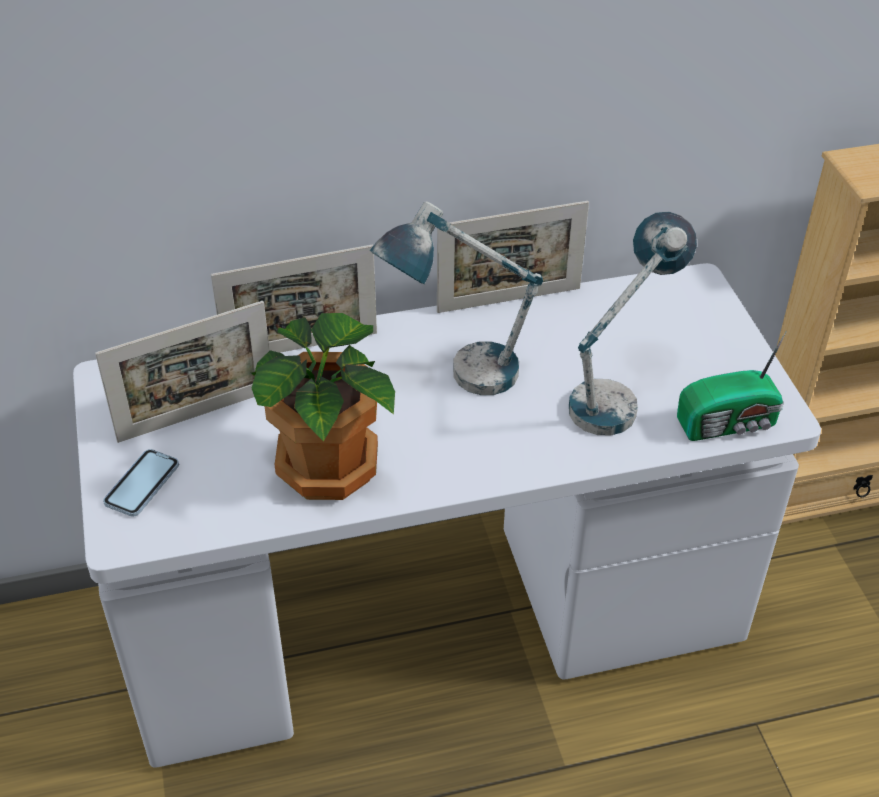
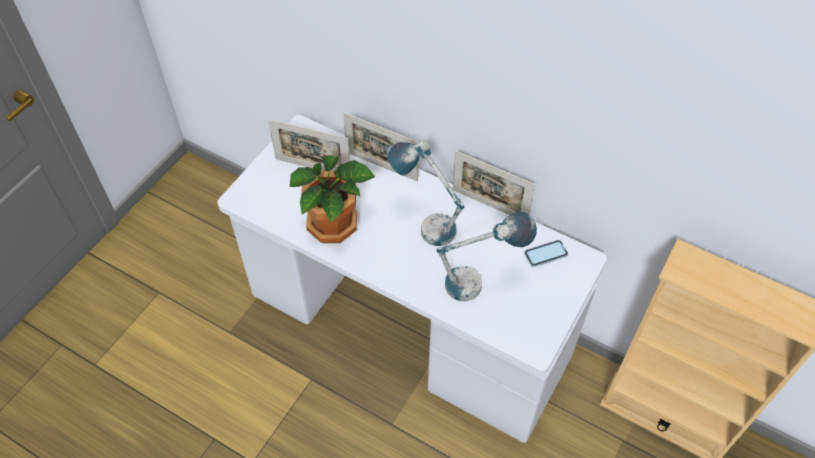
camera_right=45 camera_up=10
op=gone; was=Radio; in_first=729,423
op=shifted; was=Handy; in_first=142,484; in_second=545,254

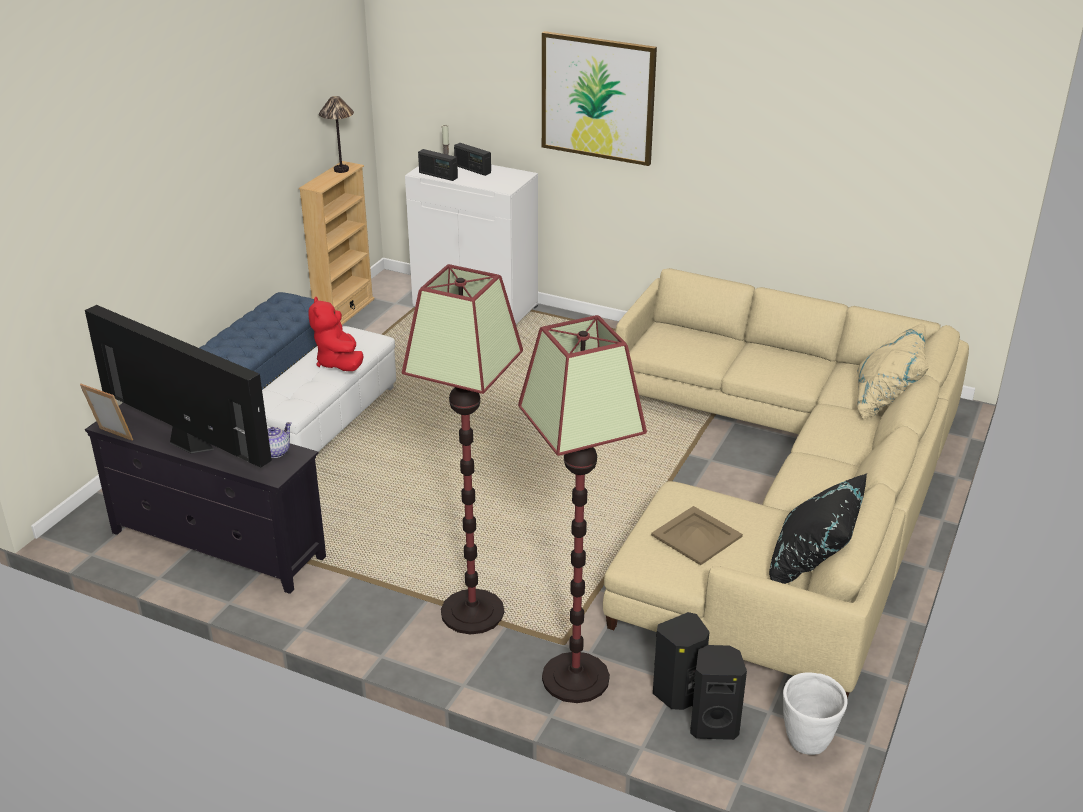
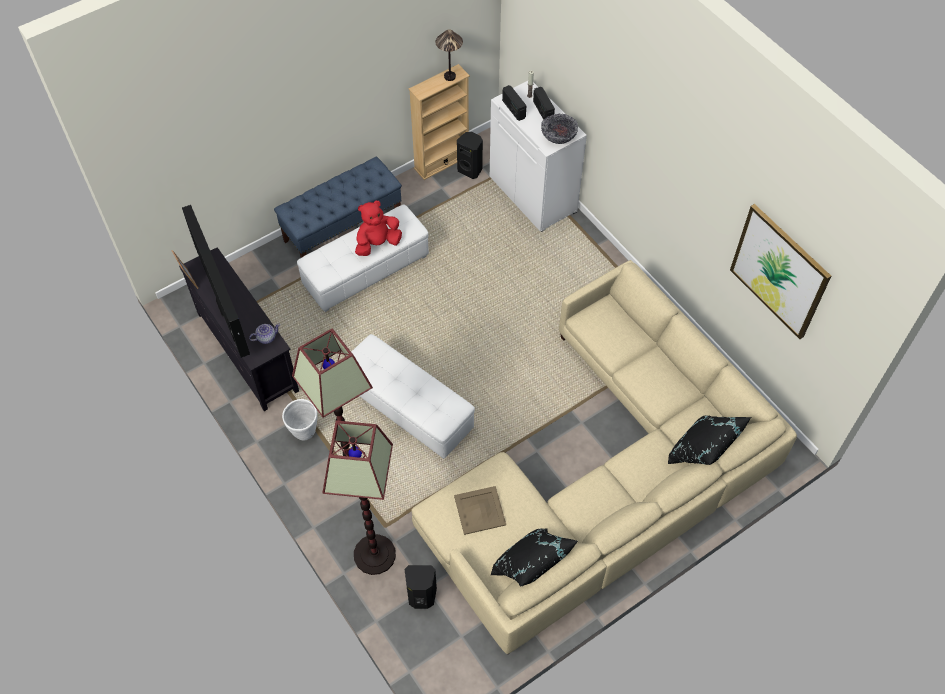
camera_right=30 camera_up=25
op=shifted; was=Bild; in_first=598,98; in_second=779,271
op=rotated; was=Plüschtier (rot); in_first=339,363; in_second=377,243; clockwise=45
op=repainted; was=Kissen (beige); now=Kissen (schwarz); in_first=885,400; in_second=702,452
op=shifted; was=Lautsprecher (schwarz); in_first=713,725; in_second=470,169
op=shifted; was=Pflanzkübel (weiß); in_first=807,743; in_second=304,432
op=new; now=Schüssel; in_second=558,137
op=new; now=Polsterhocker (weiß); in_second=407,408

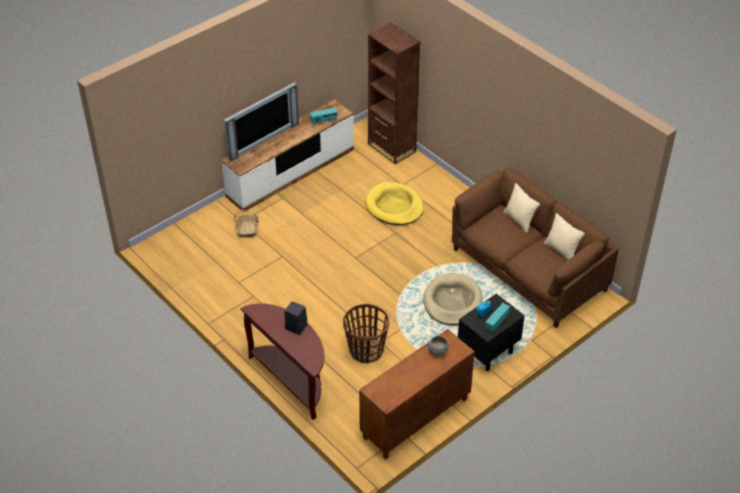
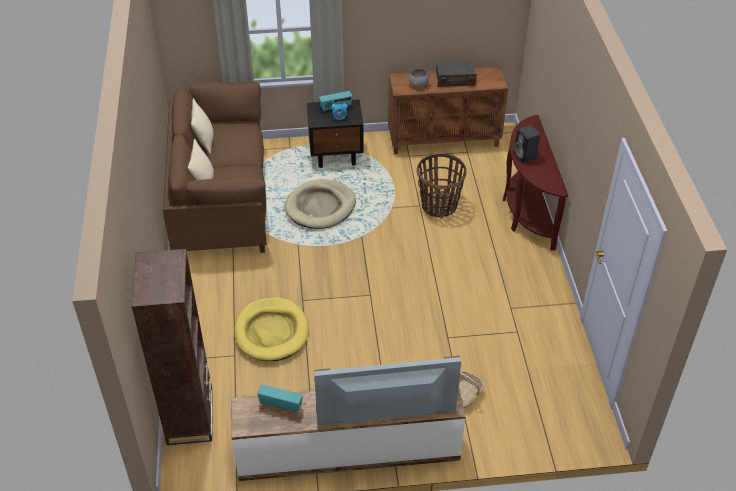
camera_right=-145 camera_up=0
op=new; now=Radio; in_second=455,79

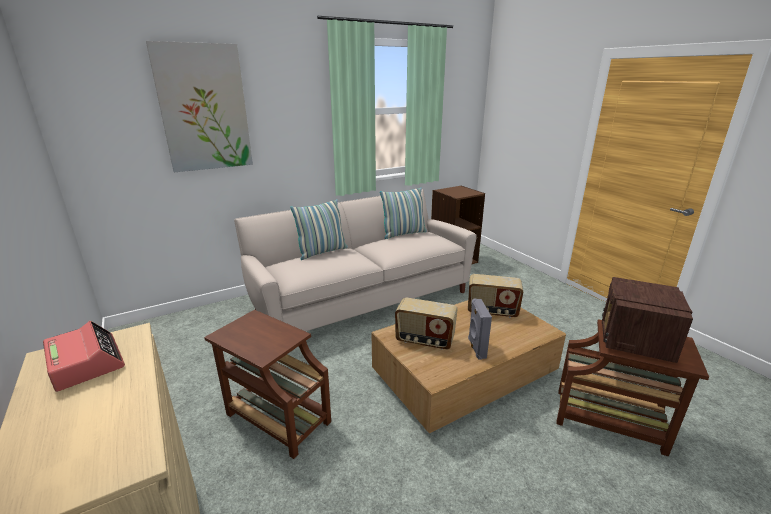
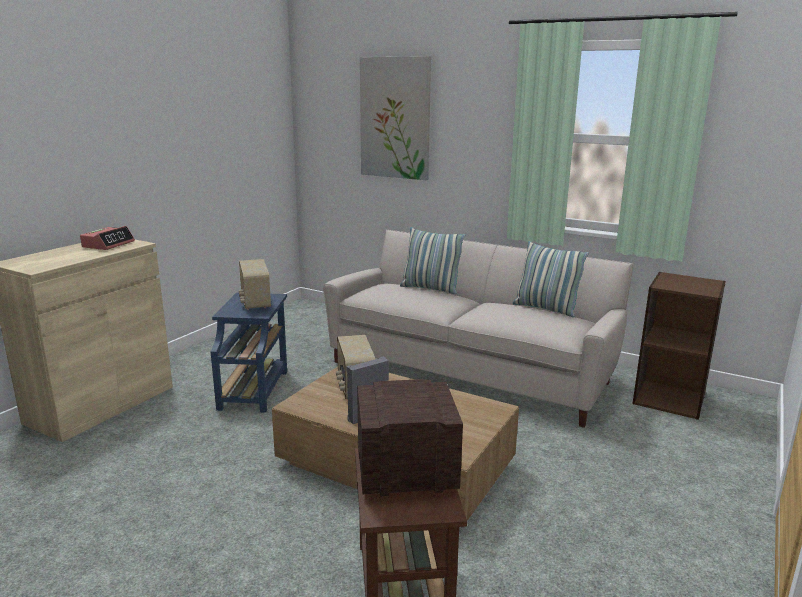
camera_right=60 camera_up=-5
op=shifted; was=Radio; in_first=492,311; in_second=255,302
op=repainted; was=Beistelltisch (braun); now=Beistelltisch (blau); in_first=276,417; in_second=254,389

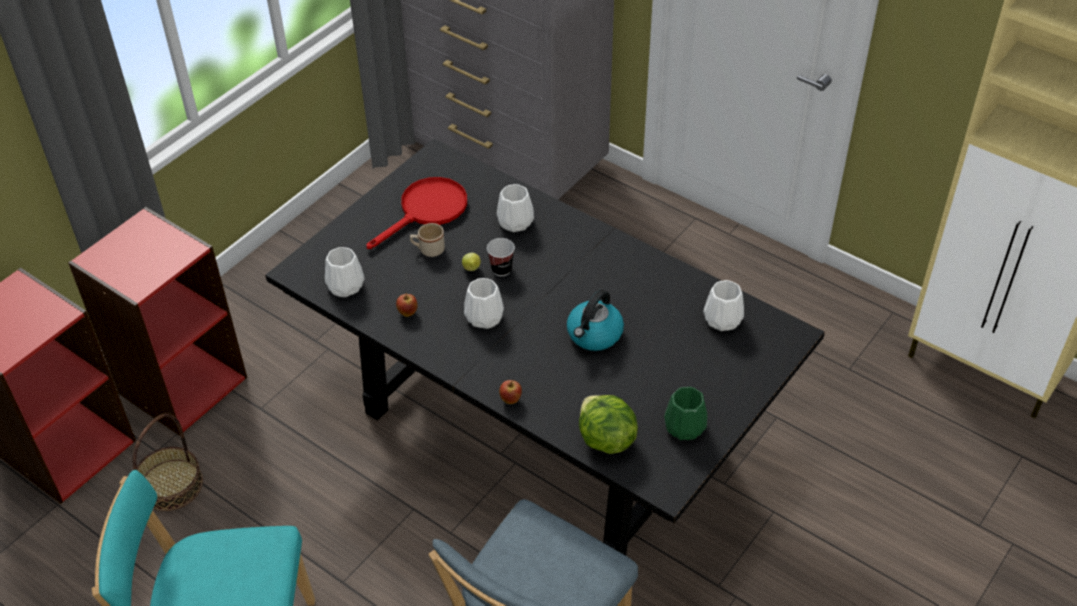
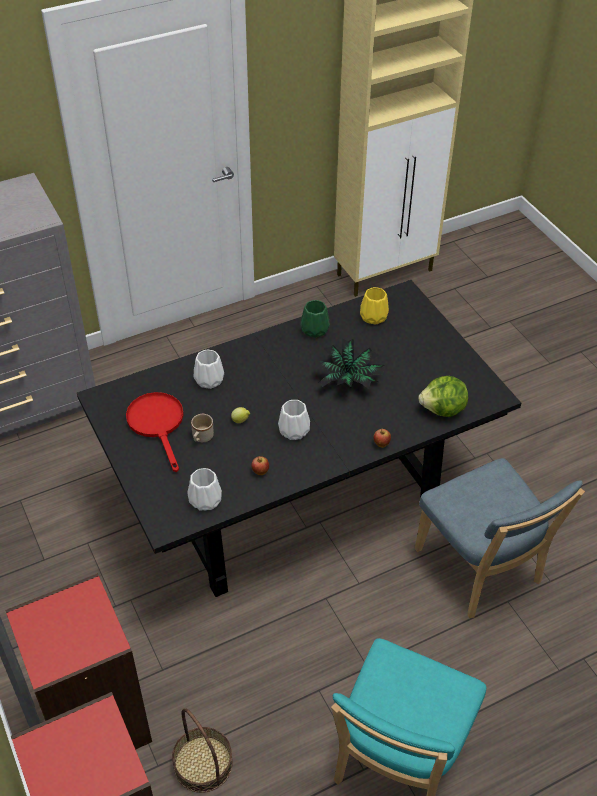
camera_right=-65 camera_up=0
op=gone; was=Tasse; in_first=501,269
op=repainted; was=Vase (weiß); now=Vase (gelb); in_first=721,320; in_second=373,317
op=swapped; was=Wasserkessel; now=Topfpflanze; in_first=594,335; in_second=348,380
op=shifted; was=Vase (grün); in_first=683,427; in_second=314,330

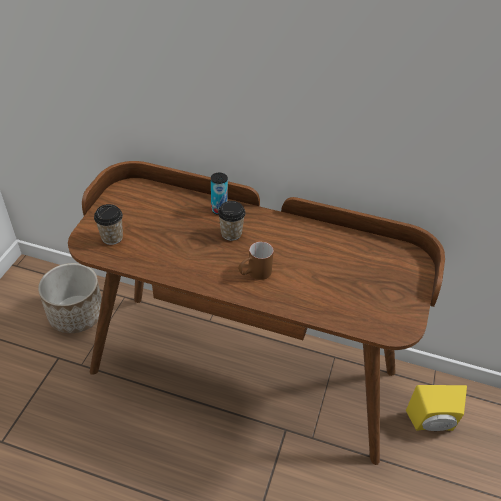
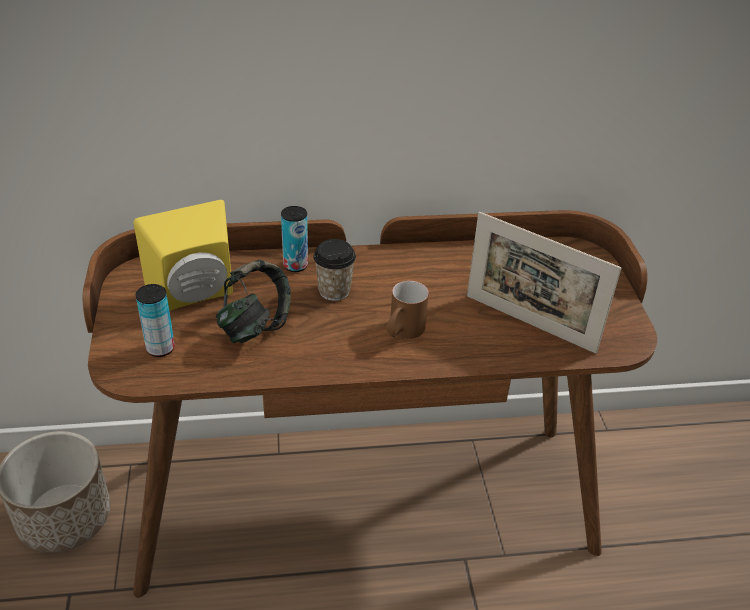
camera_right=-25 camera_up=-5
op=swapped; was=Tasse; now=Dose; in_first=112,237; in_second=160,348
op=shifted; was=Lautsprecher (gelb); in_first=432,424; in_second=196,295
op=new; now=Bilderrahmen; in_second=529,323
op=new; now=Kopfhörer; in_second=255,326

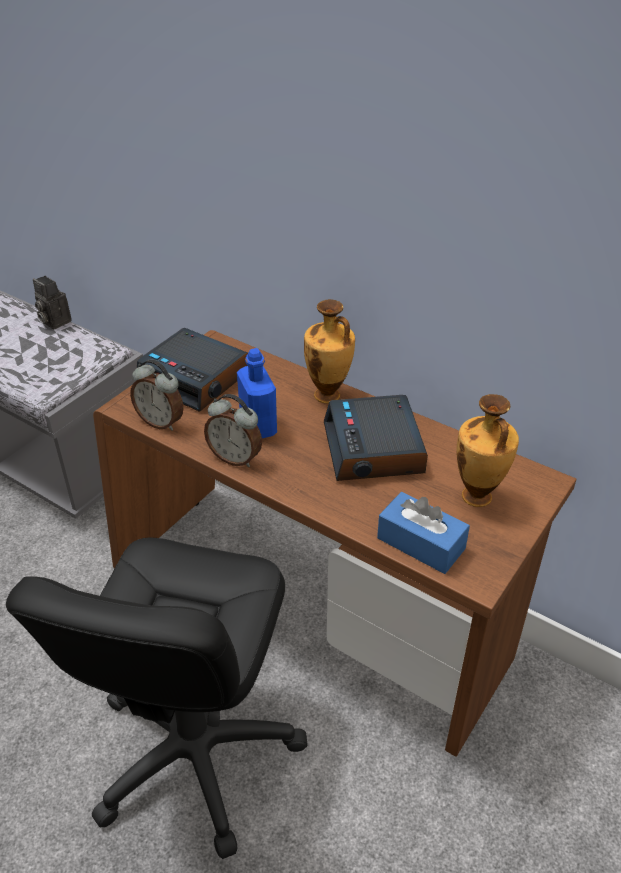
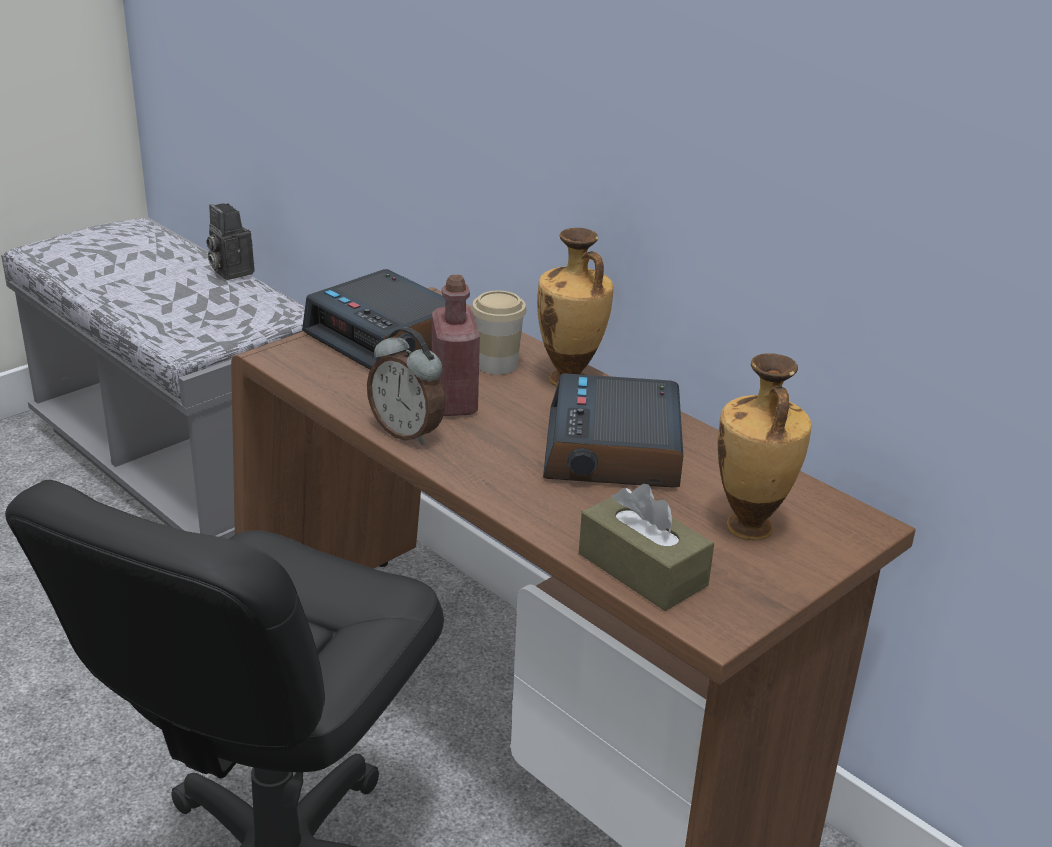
camera_right=10 camera_up=-10
op=repainted; was=Flasche (blau); now=Flasche (rot); in_first=258,427; in_second=454,402
op=gone; was=Wecker; in_first=161,422
op=repainted; was=Taschentuchbox (blau); now=Taschentuchbox (braun); in_first=421,543; in_second=642,569
op=new; now=Tasse; in_second=497,365

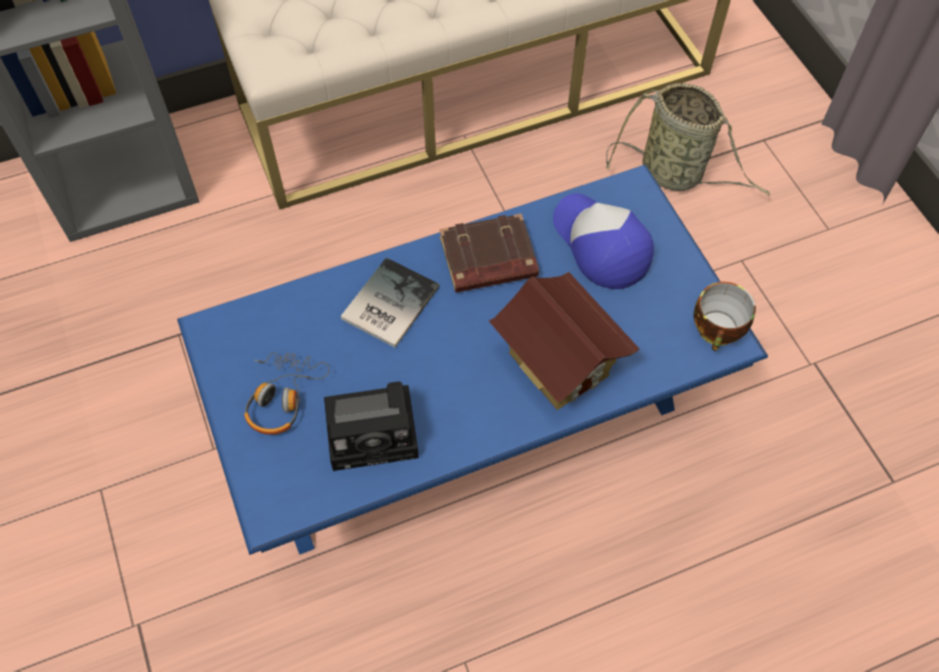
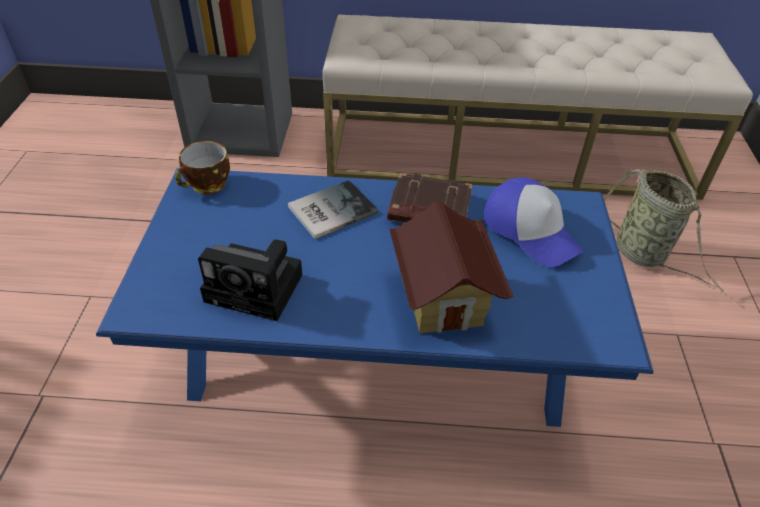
camera_right=25 camera_up=-15
op=rotated; was=Kappe; in_first=600,245; in_second=531,231; clockwise=150
op=shifted; was=Tasse; in_first=718,332; in_second=207,186
op=gone; was=Kopfhörer; in_first=282,397

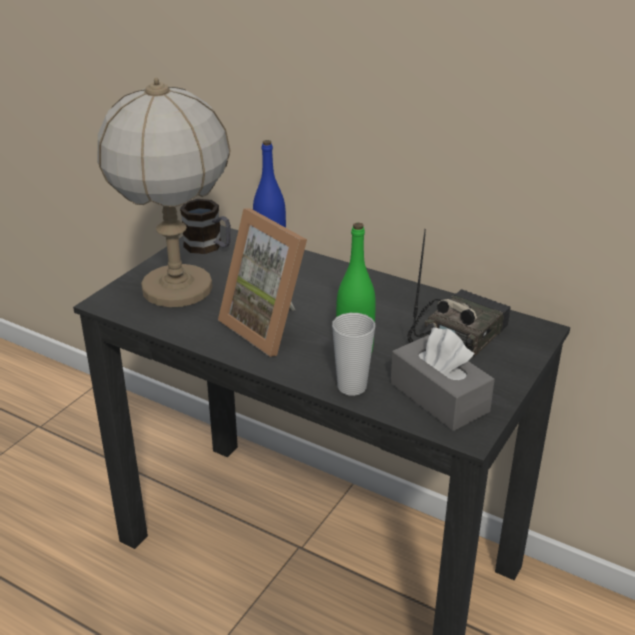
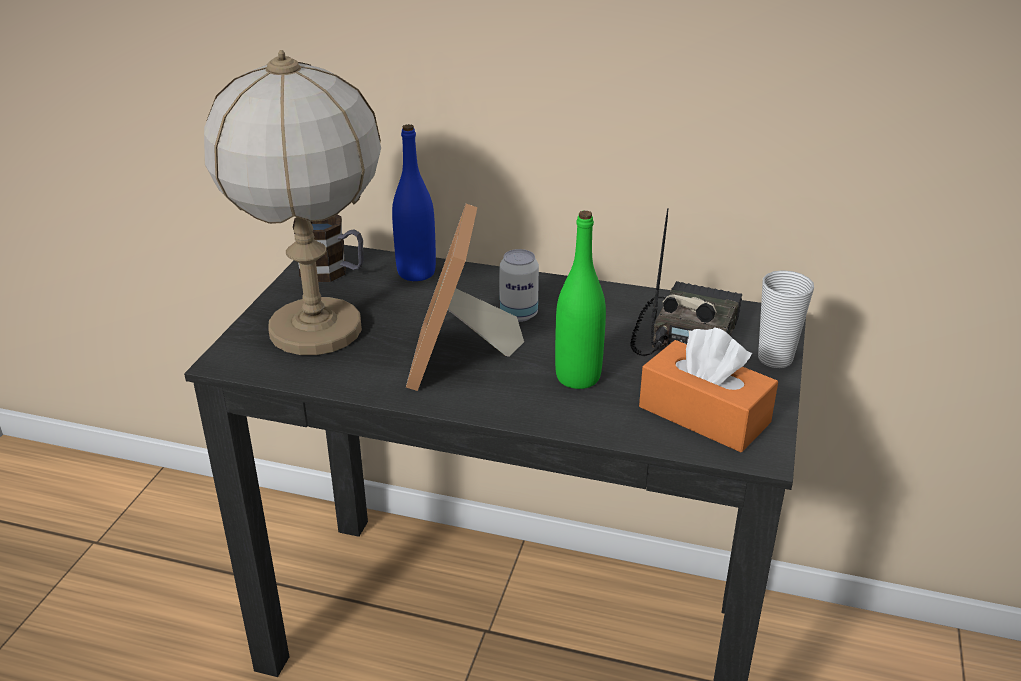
camera_right=-15 camera_up=0
op=rotated; was=Bilderrahmen; in_first=271,326; in_second=459,360; clockwise=60
op=shifted; was=Tasse; in_first=352,387; in_second=775,359
op=repainted; was=Taschentuchbox (grau); now=Taschentuchbox (orange); in_first=439,397; in_second=704,414
op=new; now=Dose; in_second=518,314

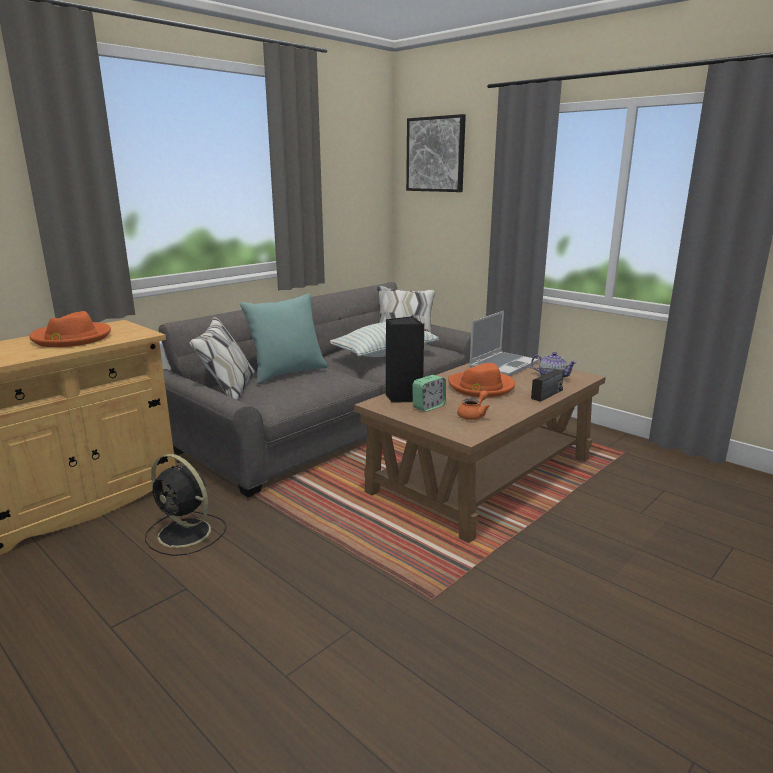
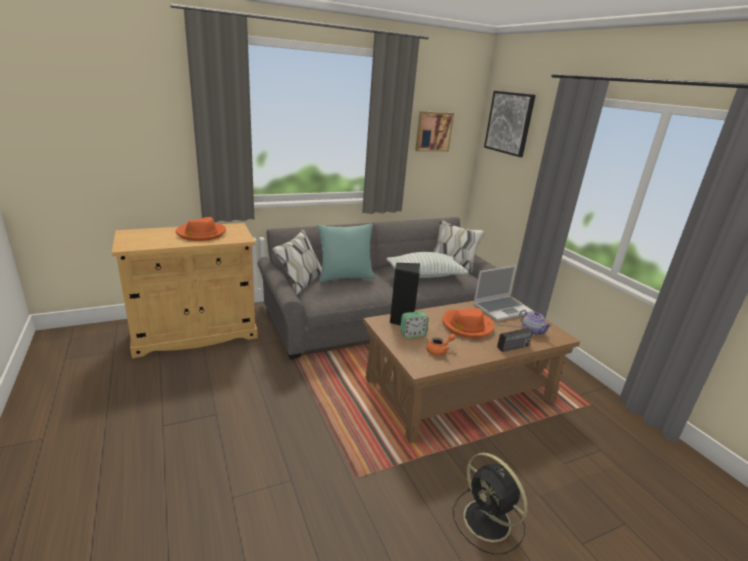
camera_right=20 camera_up=5
op=shifted; was=Ventilator (schwarz); in_first=186,533; in_second=488,522
op=new; now=Bild; in_second=433,131

